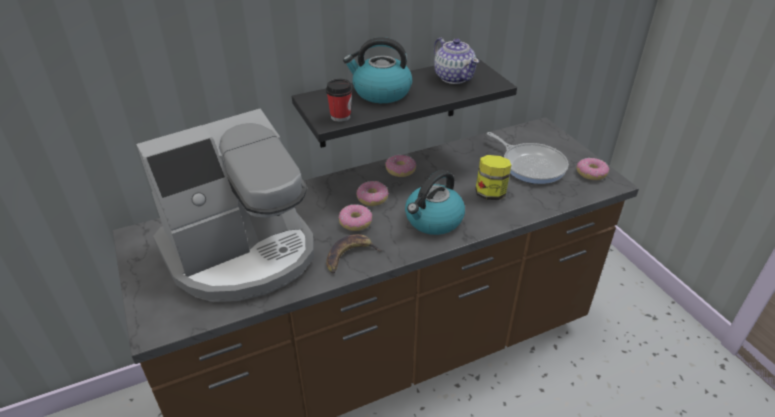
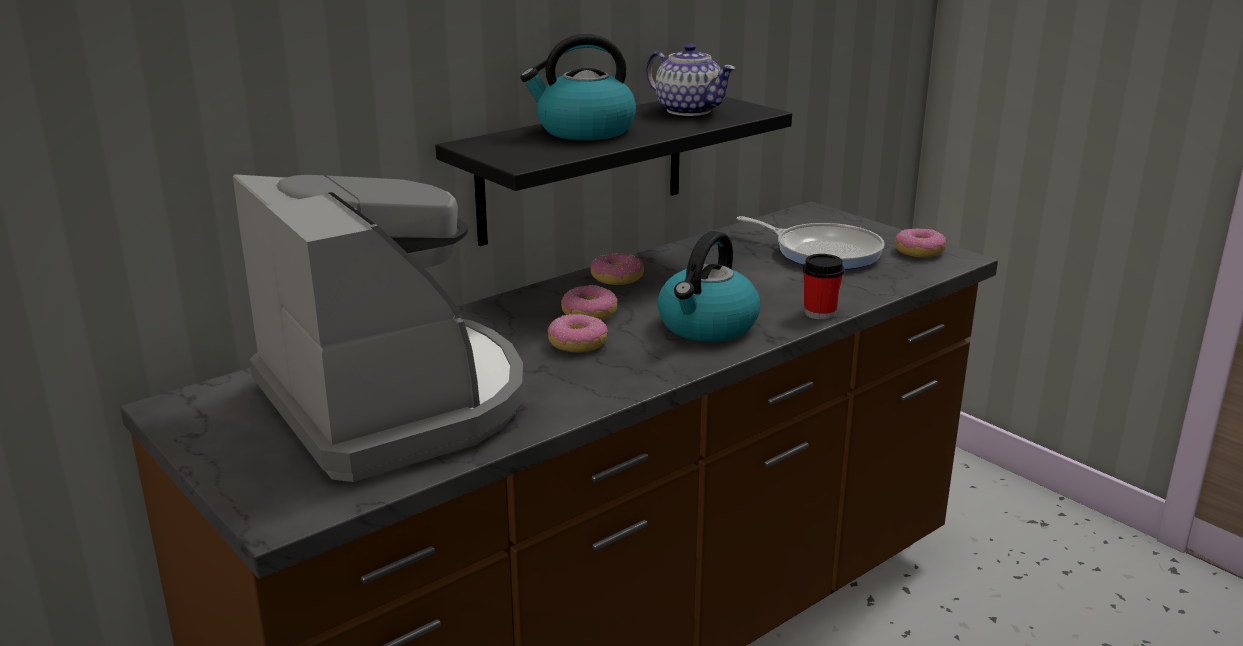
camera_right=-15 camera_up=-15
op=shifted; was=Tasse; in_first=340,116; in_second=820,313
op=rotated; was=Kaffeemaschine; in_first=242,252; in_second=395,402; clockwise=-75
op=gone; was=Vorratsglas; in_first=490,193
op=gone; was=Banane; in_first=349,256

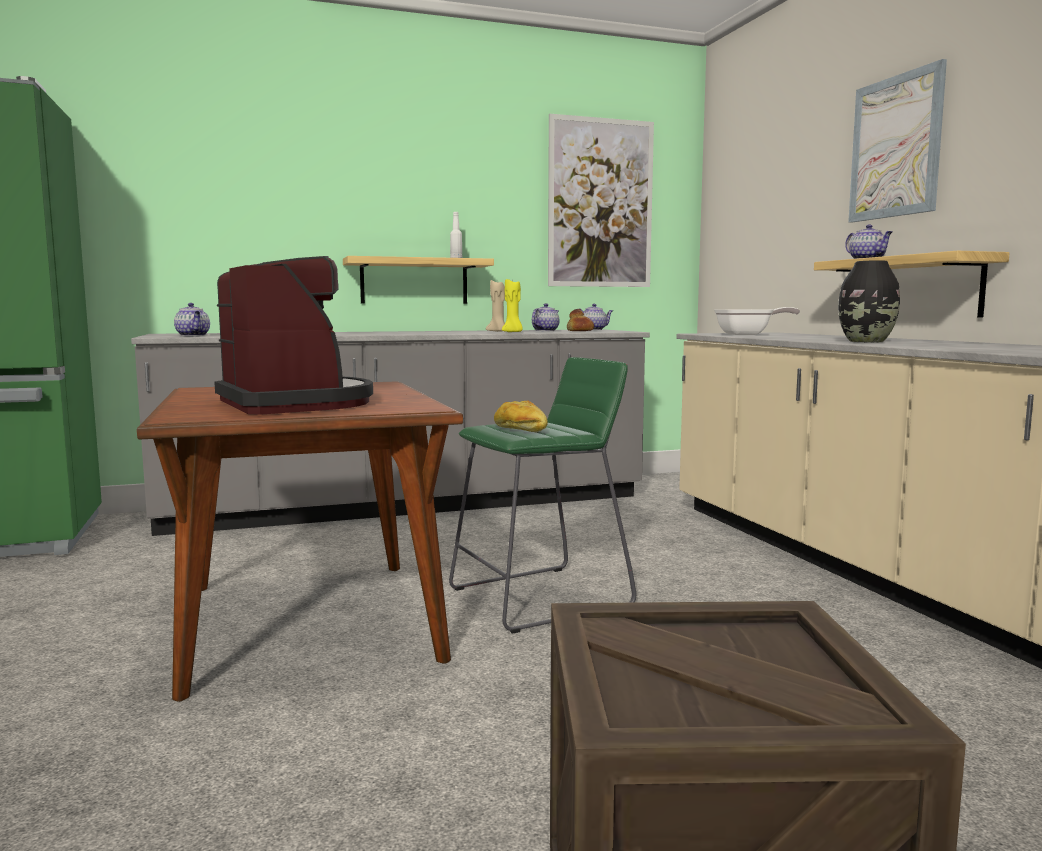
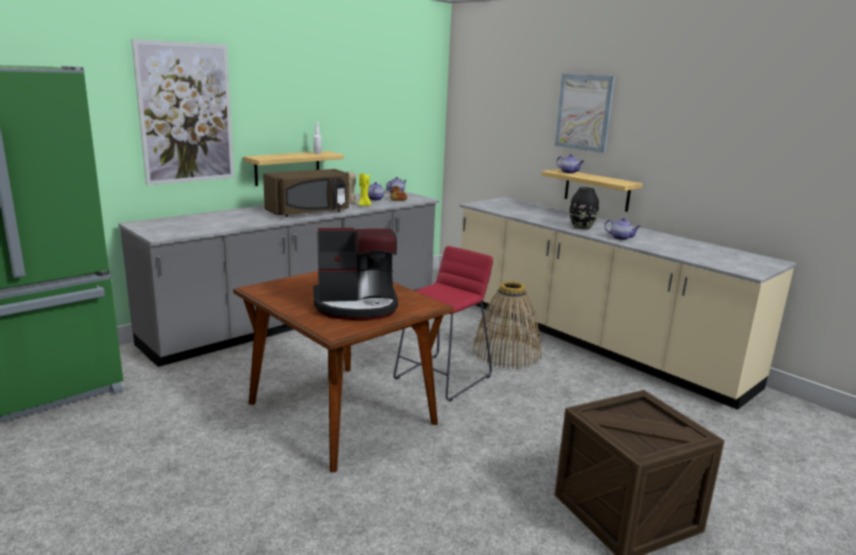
camera_right=-25 camera_up=10
op=shifted; was=Bild; in_first=600,203; in_second=186,113
op=rotated; was=Kaffeemaschine; in_first=296,403; in_second=356,305; clockwise=135
op=shifted; was=Teekanne; in_first=193,335; in_second=621,238
op=gone; was=Pfanne; in_first=748,334
op=repainted; was=Hocker (grün); now=Hocker (rot); in_first=540,598; in_second=443,377
op=gone; was=Brot; in_first=520,429
op=new; now=Mikrowelle (braun); in_second=309,212
op=new; now=Korb; in_second=506,353

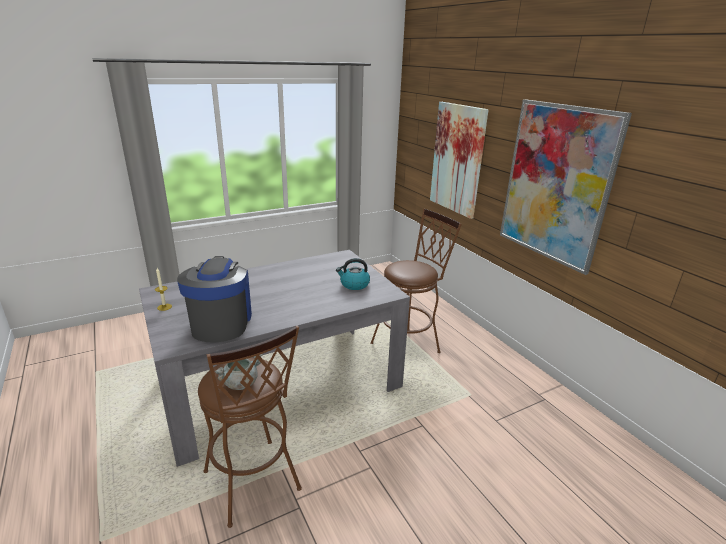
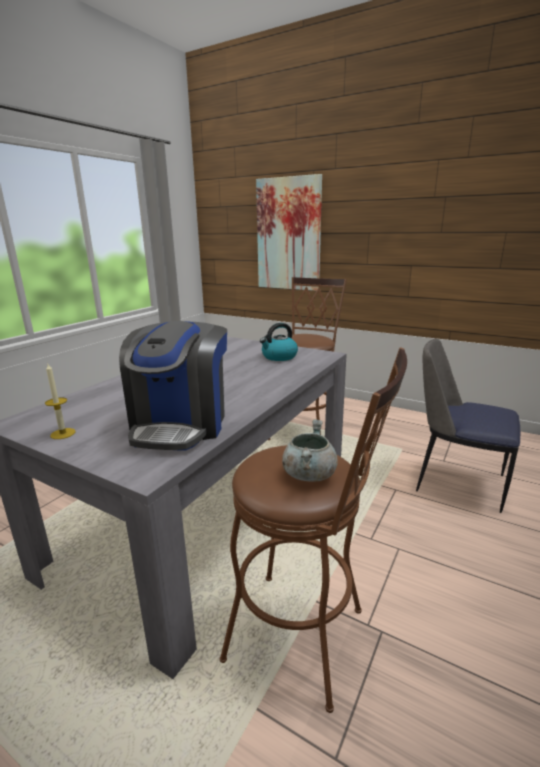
camera_right=-30 camera_up=-5
op=gone; was=Bild; in_first=556,184
op=rotated; was=Kaffeemaschine; in_first=221,322; in_second=181,424; clockwise=-135
op=new; now=Stuhl; in_second=456,481

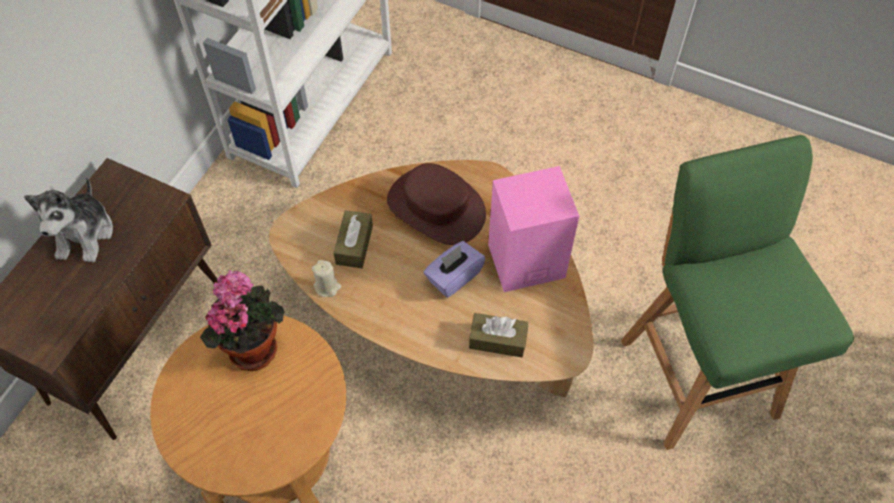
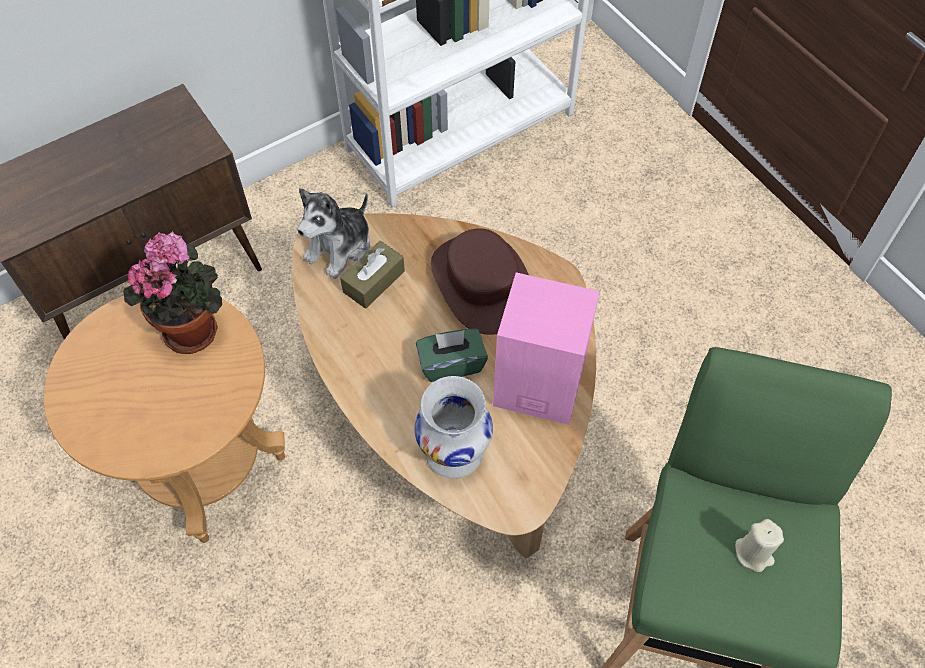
camera_right=30 camera_up=0
op=shifted; was=Plüschtier; in_first=85,234; in_second=340,248
op=repainted; was=Taschentuchbox (lila); now=Taschentuchbox (grün); in_first=453,277; in_second=451,363
op=shifted; was=Kerze (beige); in_first=327,287; in_second=754,553
op=swapped; was=Taschentuchbox (braun); now=Vase (weiß); in_first=497,340; in_second=452,452

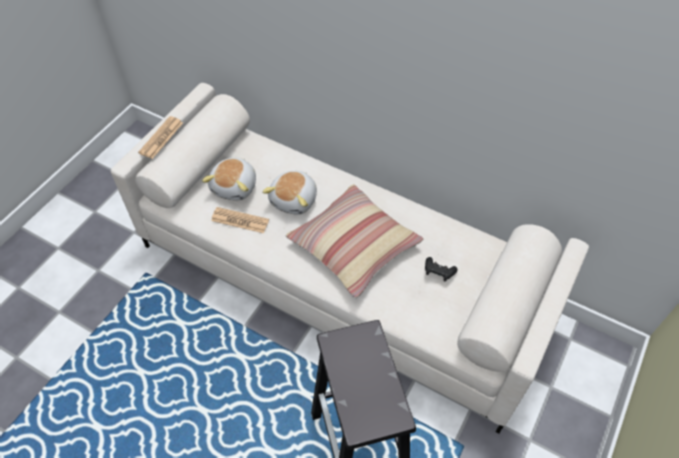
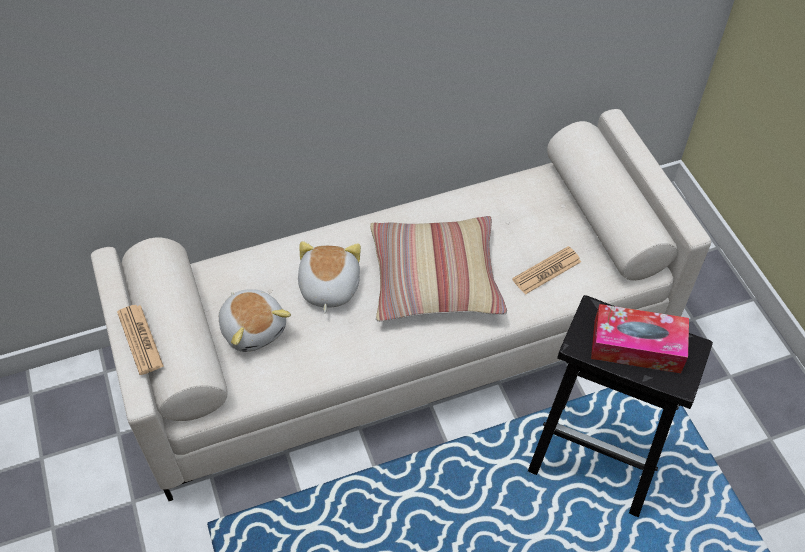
camera_right=-50 camera_up=0
op=rotated; was=Plüschtier; in_first=295,200; in_second=328,287; clockwise=-150
op=shifted; was=Zeitung; in_first=240,220; in_second=546,271
op=gone; was=Gamepad (schwarz); in_first=438,273
op=new; now=Taschentuchbox; in_second=636,346

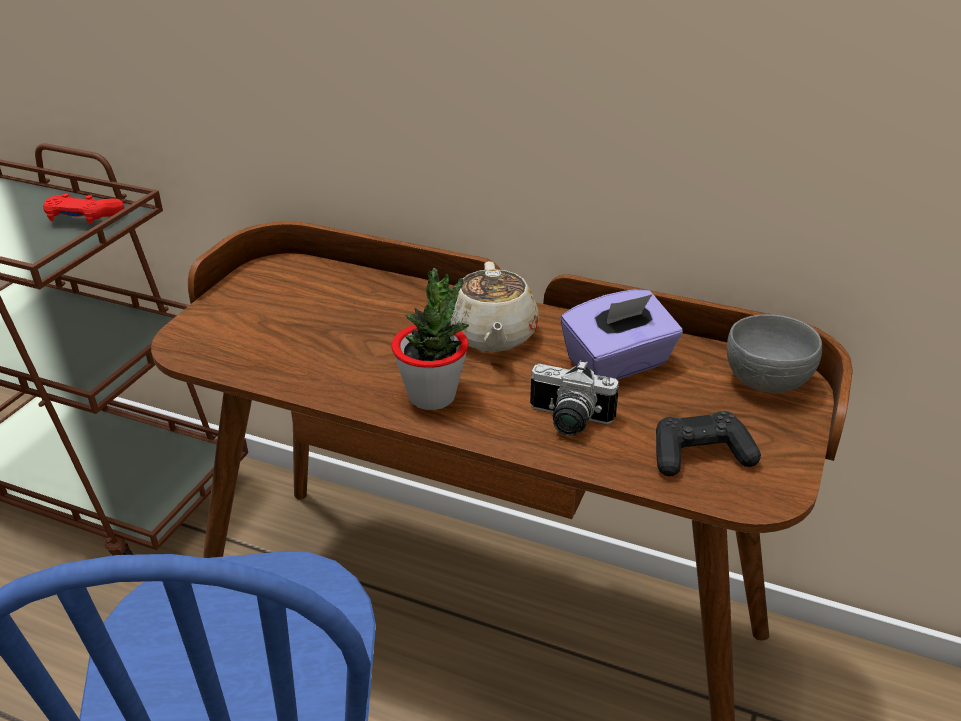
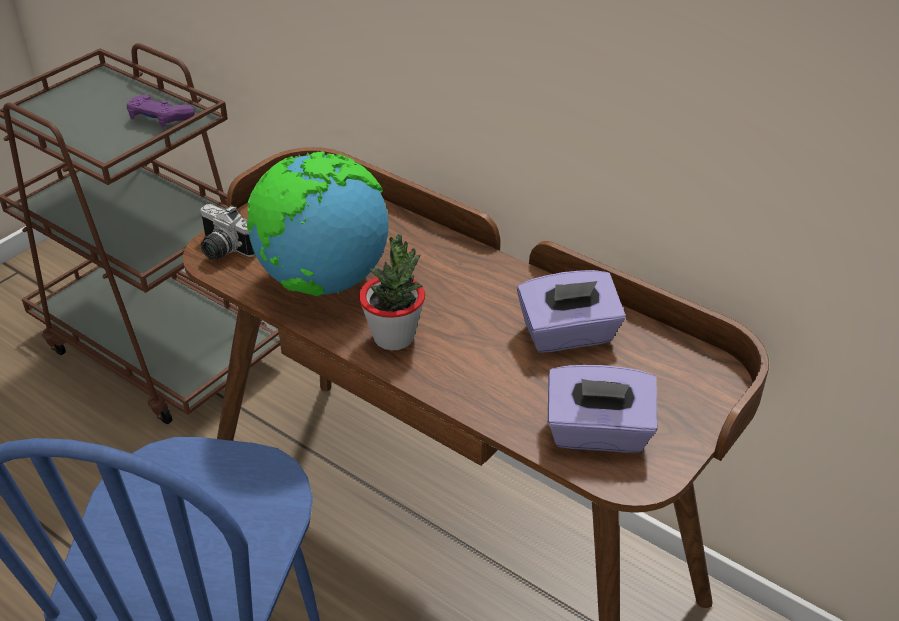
camera_right=15 camera_up=5
op=repainted; was=Gamepad (rot); now=Gamepad (lila); in_first=83,218; in_second=159,119
op=gone; was=Teekanne (beige); in_first=492,336
op=gone; was=Schüssel (grau); in_first=767,383
op=shifted; was=Kamera; in_first=567,421; in_second=222,250
op=swapped; was=Gamepad (schwarz); now=Taschentuchbox (lila); in_first=700,455; in_second=598,433
op=new; now=Globus; in_second=322,282

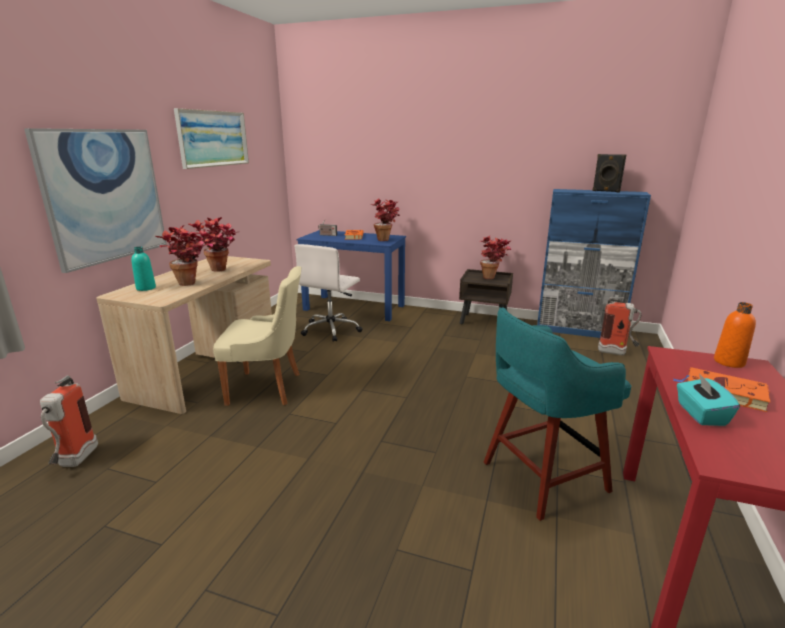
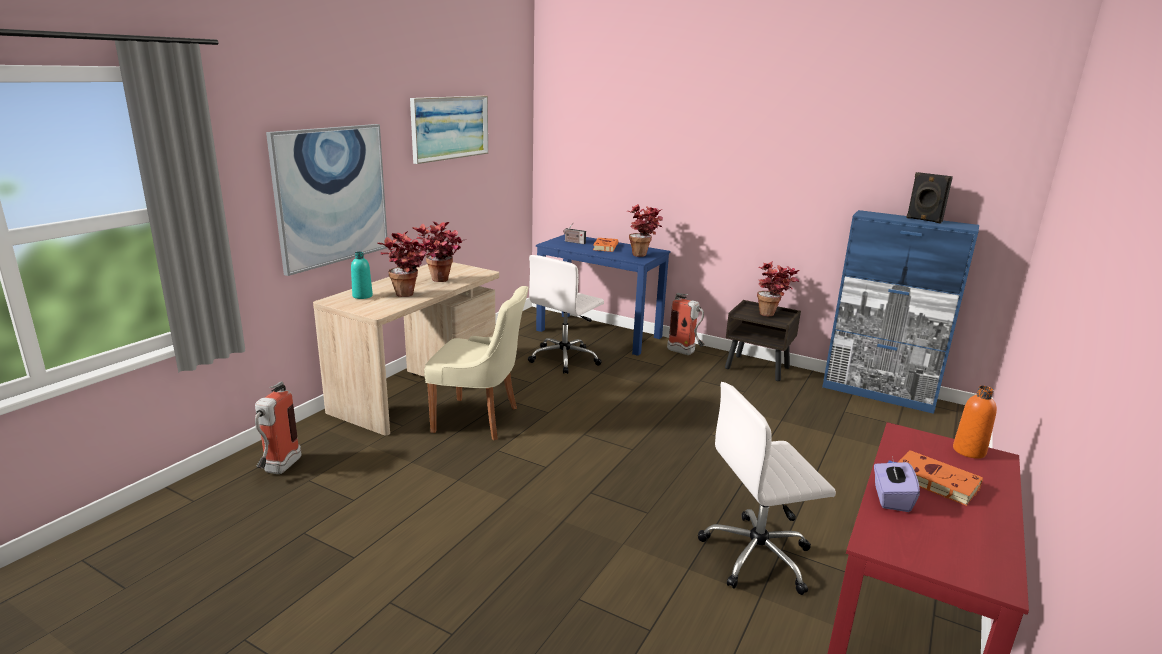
camera_right=10 camera_up=0
op=shifted; was=Feuerlöscher; in_first=617,353; in_second=685,353
op=swapped; was=Hocker (türkis); now=Bürostuhl (weiß); in_first=541,477; in_second=758,556
op=repainted; was=Taschentuchbox (türkis); now=Taschentuchbox (lila); in_first=700,414; in_second=891,498

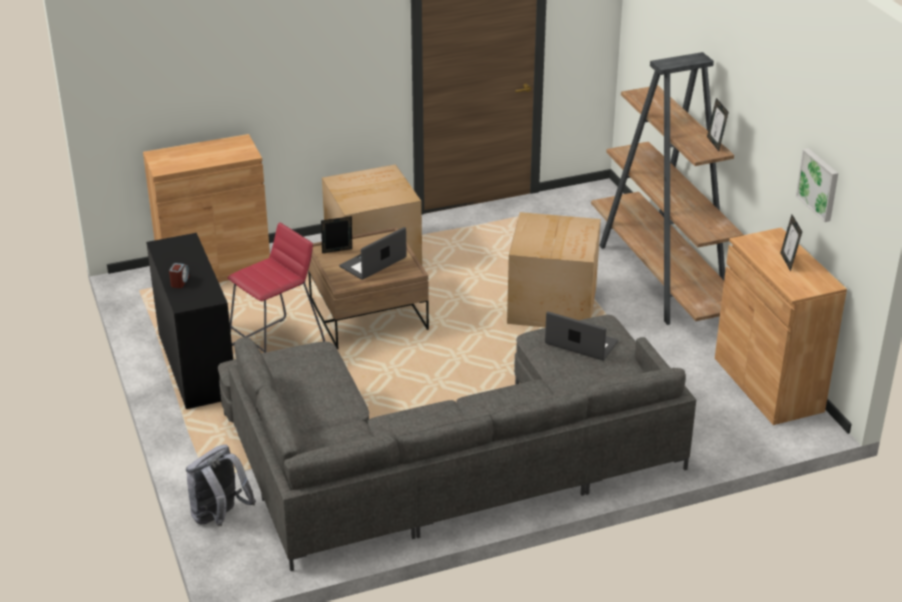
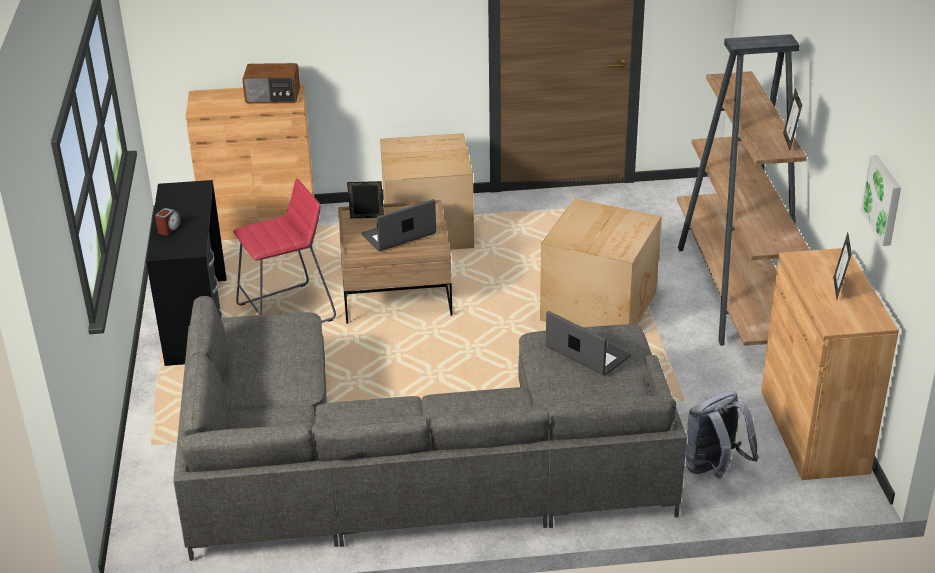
camera_right=15 camera_up=0
op=shifted; was=Rucksack (grau); in_first=219,517; in_second=714,469
op=new; now=Radio; in_second=273,97

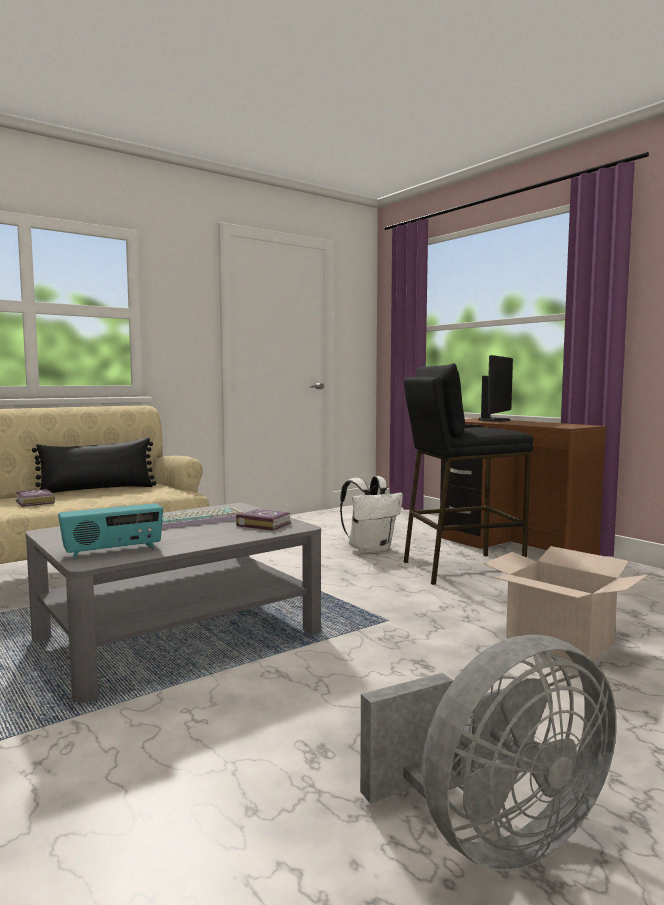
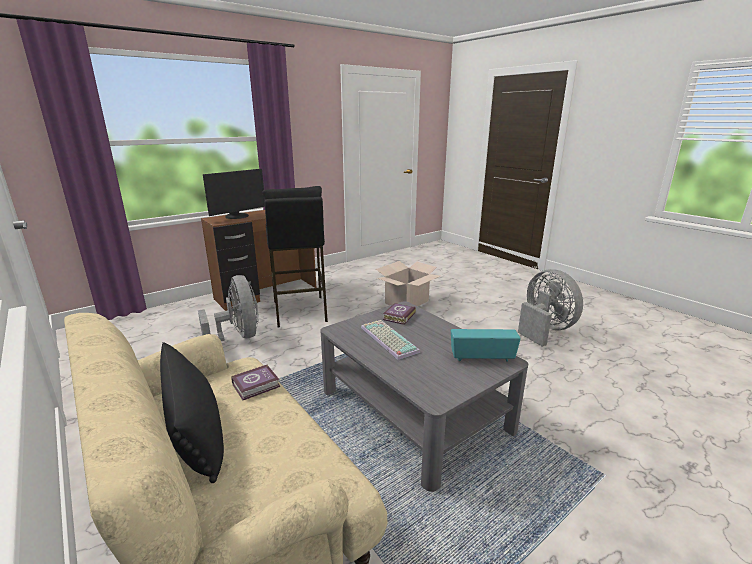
camera_right=-90 camera_up=15
op=rotated; was=Monitor; in_first=496,420; in_second=237,216; clockwise=105
op=swapped; was=Rucksack (weiß); now=Ventilator (grau); in_first=370,549; in_second=238,337
op=shifted; was=Buch; in_first=34,502; in_second=257,385
op=rotated; was=Radio; in_first=113,551; in_second=482,357; clockwise=-60

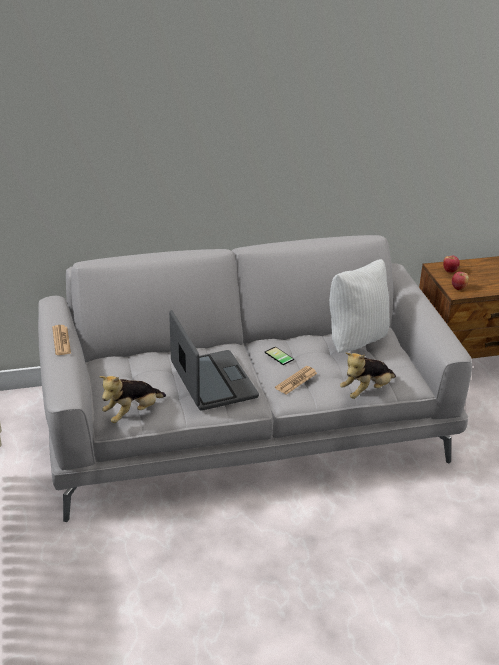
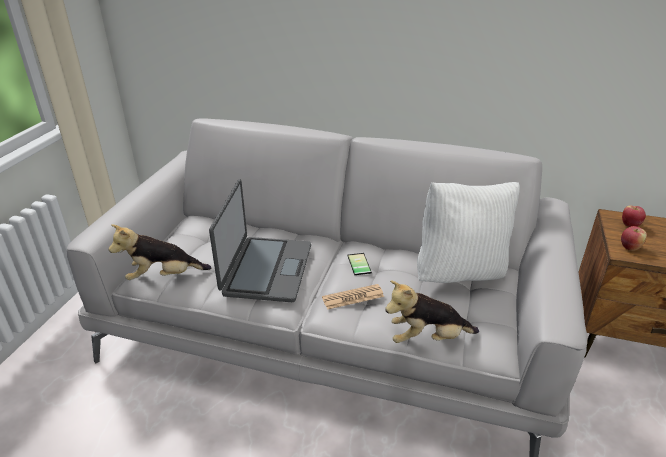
camera_right=30 camera_up=0
op=gone; was=Zeitung; in_first=61,340

